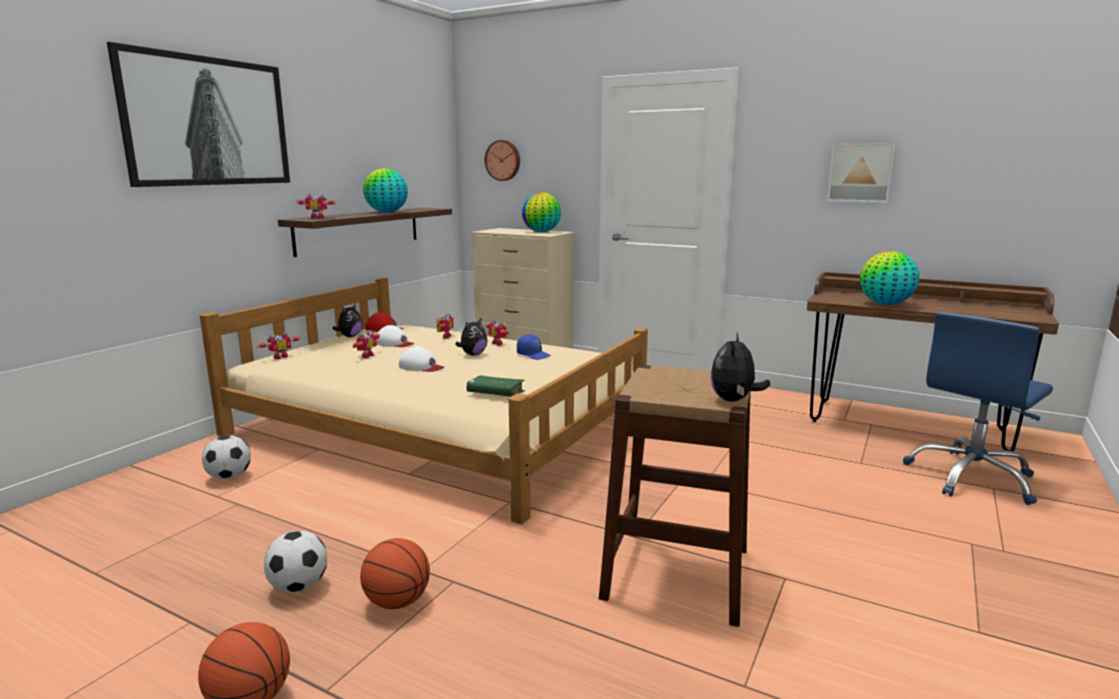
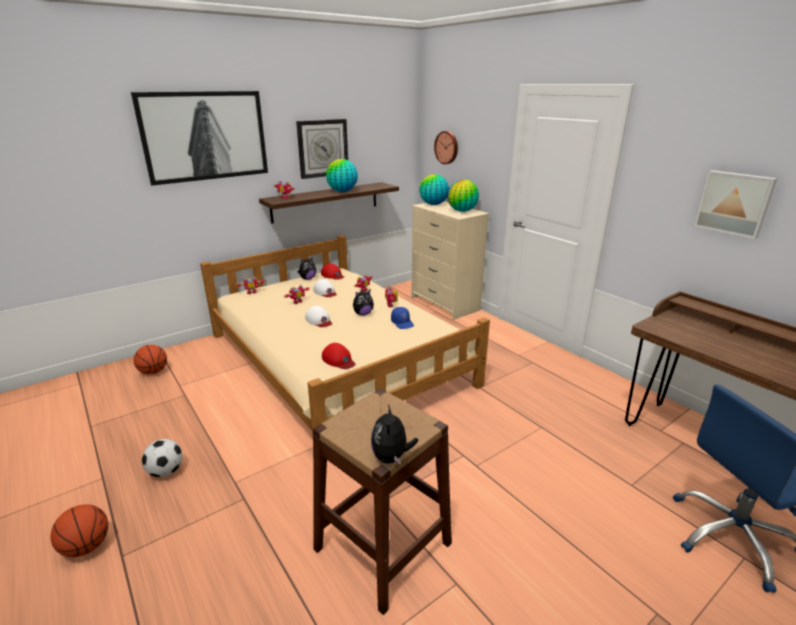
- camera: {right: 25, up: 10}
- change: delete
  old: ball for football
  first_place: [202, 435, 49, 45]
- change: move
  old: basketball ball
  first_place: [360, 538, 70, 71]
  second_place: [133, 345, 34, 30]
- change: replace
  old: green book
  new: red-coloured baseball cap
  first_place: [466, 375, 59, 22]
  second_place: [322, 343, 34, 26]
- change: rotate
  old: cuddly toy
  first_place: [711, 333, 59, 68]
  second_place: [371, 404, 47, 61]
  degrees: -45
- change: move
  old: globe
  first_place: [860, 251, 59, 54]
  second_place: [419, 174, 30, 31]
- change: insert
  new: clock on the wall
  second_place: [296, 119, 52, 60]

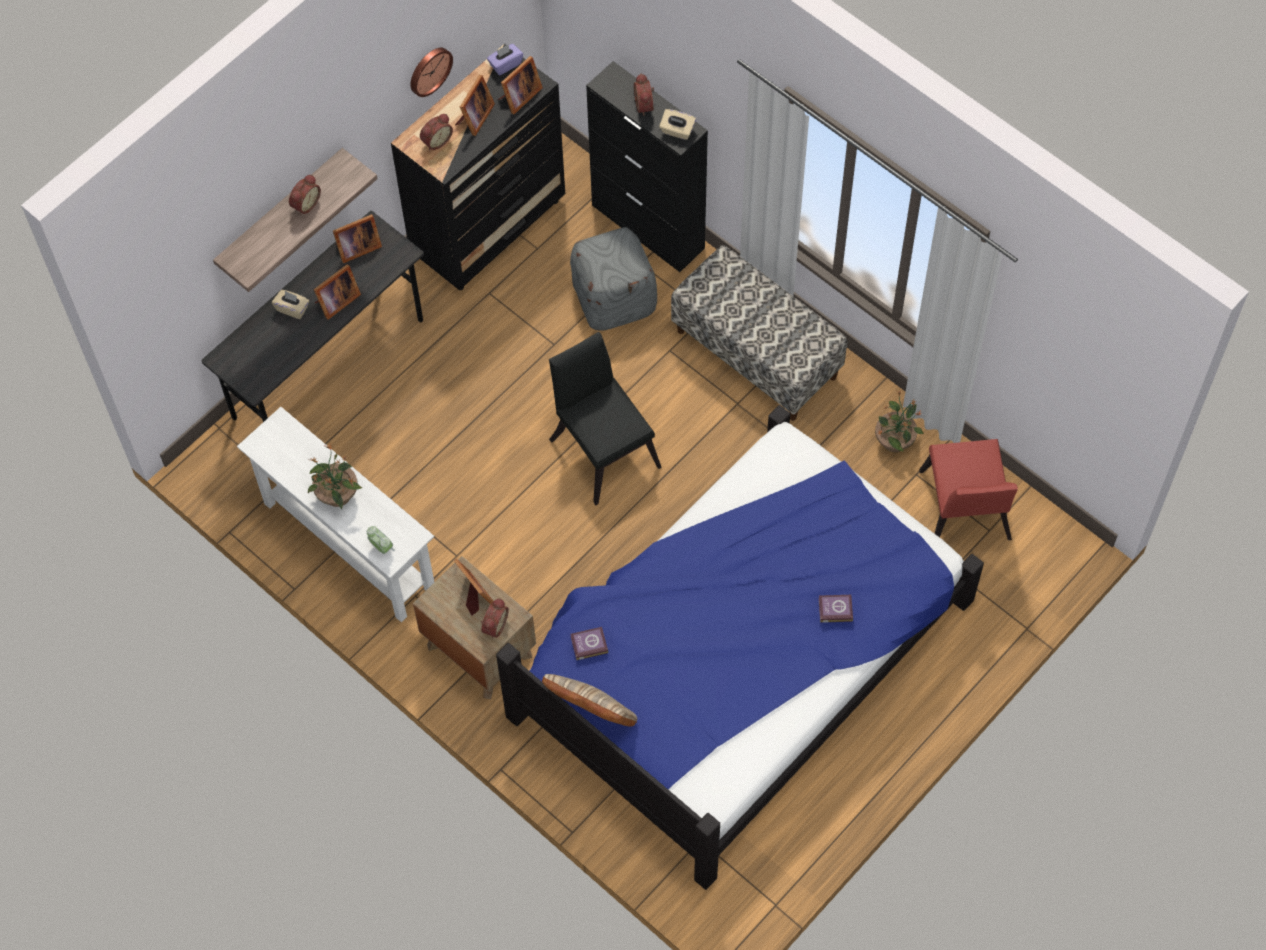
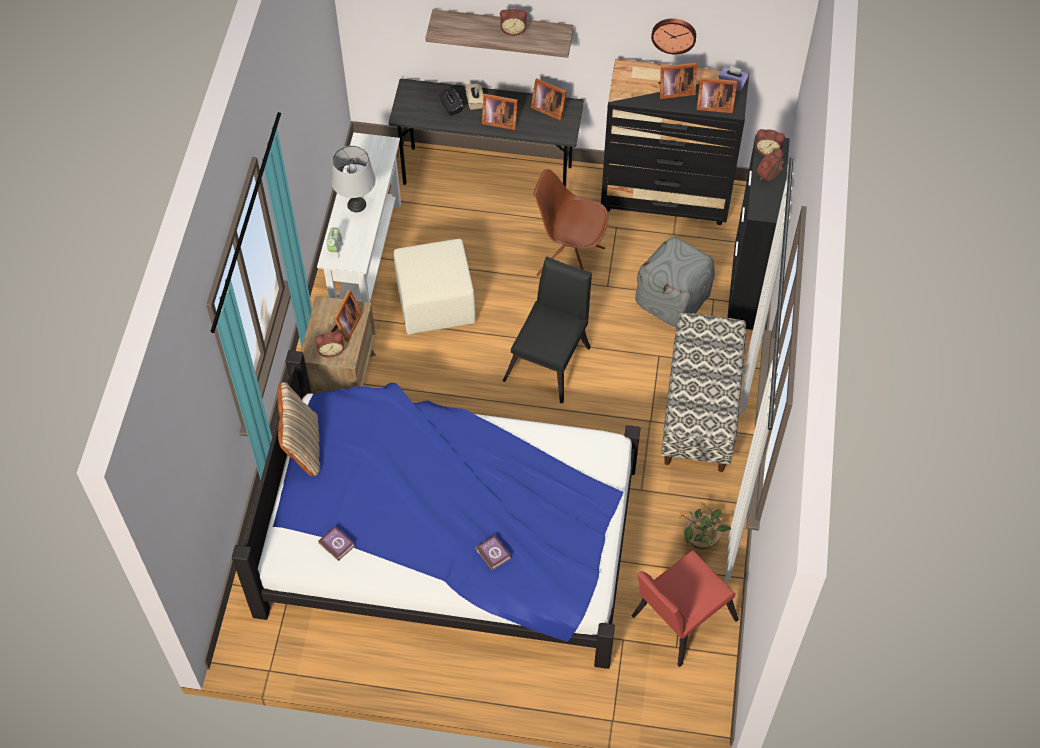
- camera: {right: 55, up: -5}
- change: replace
  old: houseplant
  new: gray table lamp
  first_place: [308, 444, 54, 65]
  second_place: [331, 146, 45, 66]
- change: move
  old: alarm clock
  first_place: [420, 114, 33, 36]
  second_place: [755, 129, 30, 27]
- change: move
  old: book
  first_place: [570, 627, 38, 33]
  second_place: [318, 526, 37, 35]
- change: delete
  old: beige-coloured box of tissues
  first_place: [659, 109, 37, 31]
- change: insert
  new: beige-coloured footrest
  second_place: [394, 239, 82, 96]
- change: insert
  new: black-coloured box of tissues
  second_place: [439, 88, 24, 28]
- change: insert
  new: brown plain chair
  second_place: [534, 169, 74, 107]

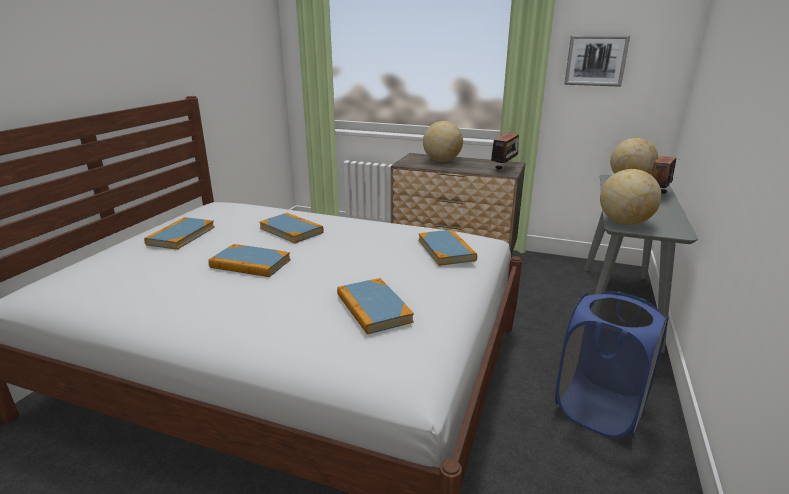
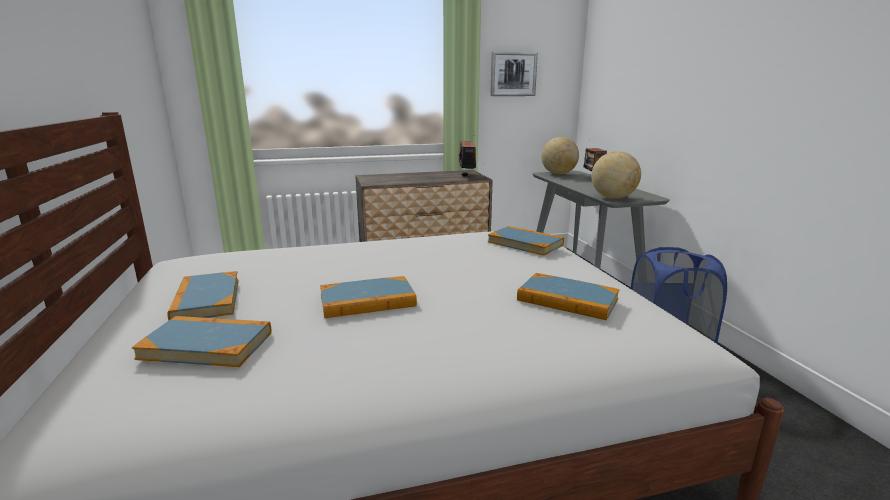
- camera: {right: -35, up: -5}
- change: move
  old: book
  first_place: [259, 213, 65, 30]
  second_place: [132, 316, 140, 51]
- change: delete
  old: globe
  first_place: [423, 121, 40, 41]

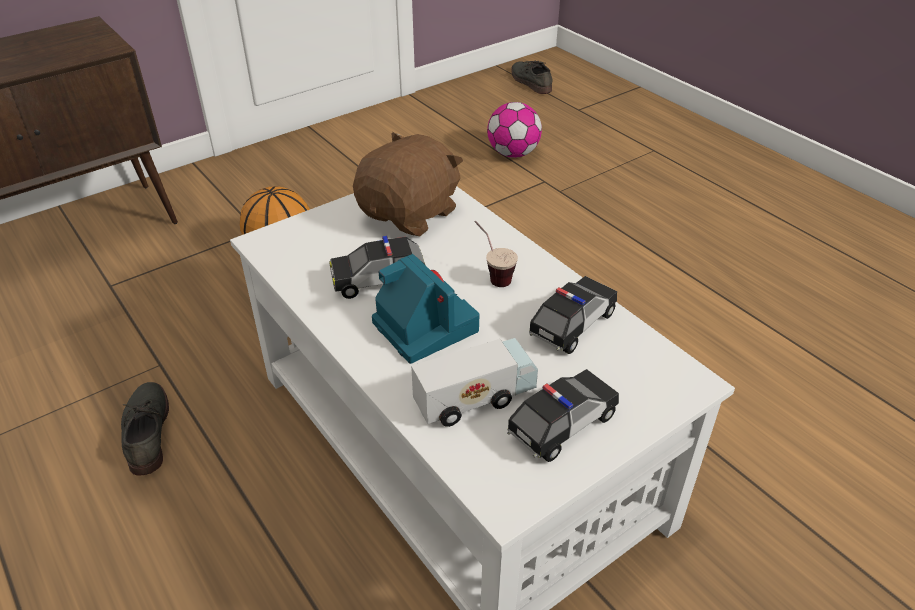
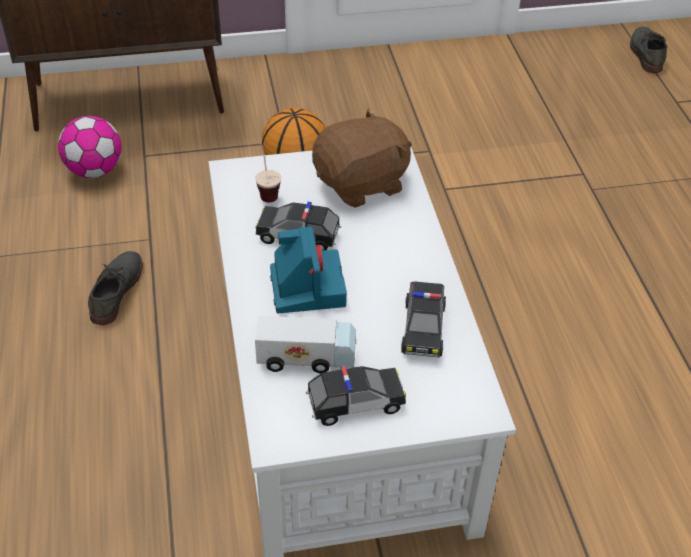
- camera: {right: 25, up: 5}
- change: move
  old: drinking cup
  first_place: [475, 221, 43, 66]
  second_place: [255, 143, 26, 59]
- change: move
  old: ball for football
  first_place: [487, 102, 55, 56]
  second_place: [58, 116, 64, 62]
- change: rotate
  old: miniature car
  first_place: [529, 276, 88, 78]
  second_place: [401, 281, 45, 76]
  degrees: 120

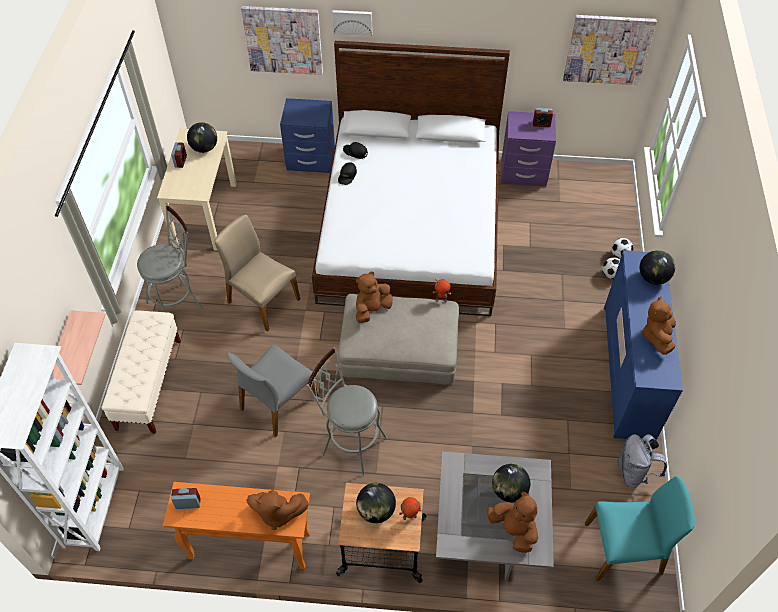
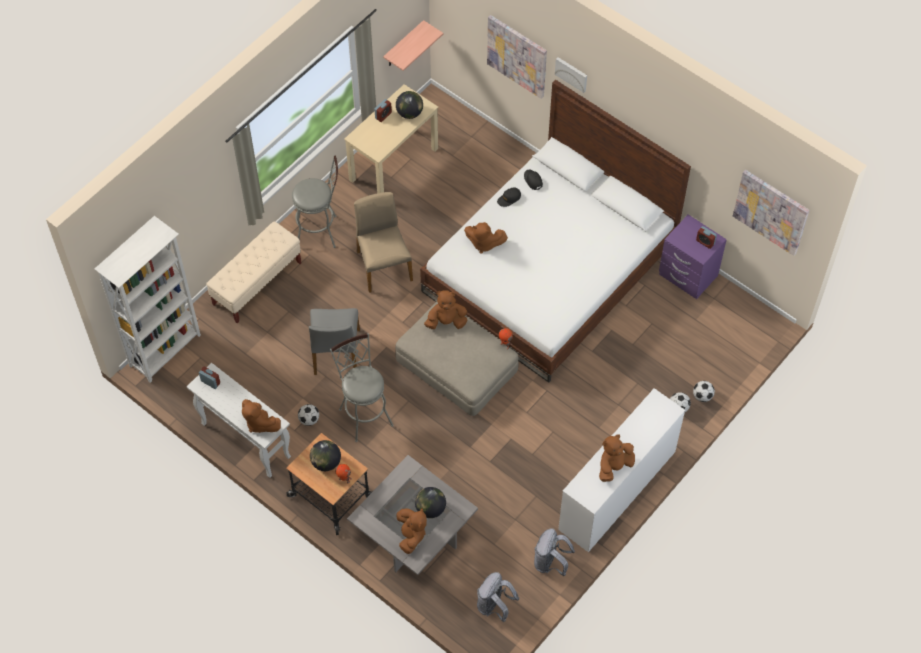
- camera: {right: 35, up: 5}
- change: move
  old: wall shelf
  first_place: [54, 310, 52, 75]
  second_place: [383, 20, 60, 51]
- change: recolor
  old: orange-coloured narrow table
  new: white-coloured narrow table
  first_place: [163, 482, 147, 87]
  second_place: [187, 363, 104, 115]
- change: rotate
  old: gray plain chair
  first_place: [227, 344, 91, 93]
  second_place: [309, 308, 51, 67]
  degrees: -75
- change: delete
  old: blue-coloured bedside table
  first_place: [280, 98, 55, 75]
- change: replace
  old: turquoise plain chair
  new: gray knapsack
  first_place: [585, 476, 110, 105]
  second_place: [477, 572, 42, 50]
- change: recolor
  old: blue-coloured drawer chest
  new: white-coloured drawer chest
  first_place: [604, 250, 79, 191]
  second_place: [558, 388, 127, 164]
- change: delete
  old: globe
  first_place: [640, 250, 35, 35]
- change: insert
  new: ball for football
  second_place: [298, 404, 21, 22]
- change: insert
  new: brown cuddly toy
  second_place: [464, 222, 44, 32]

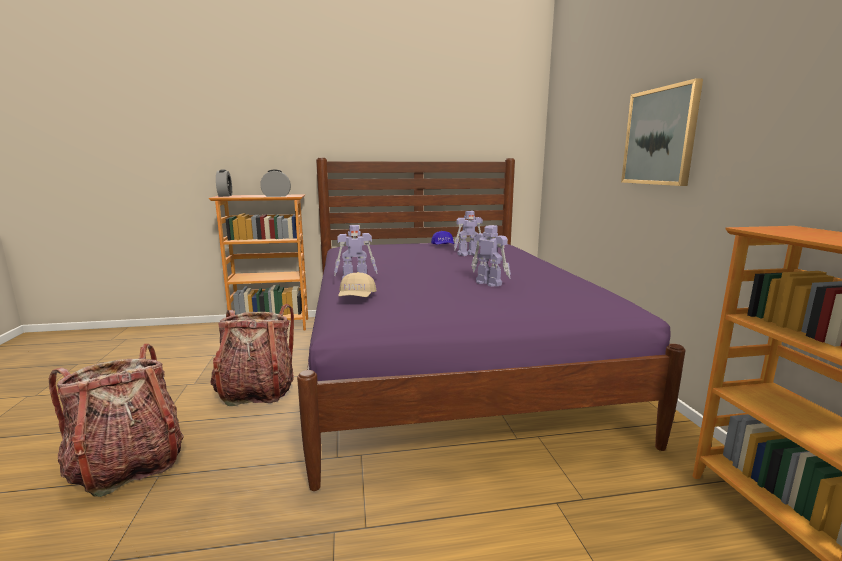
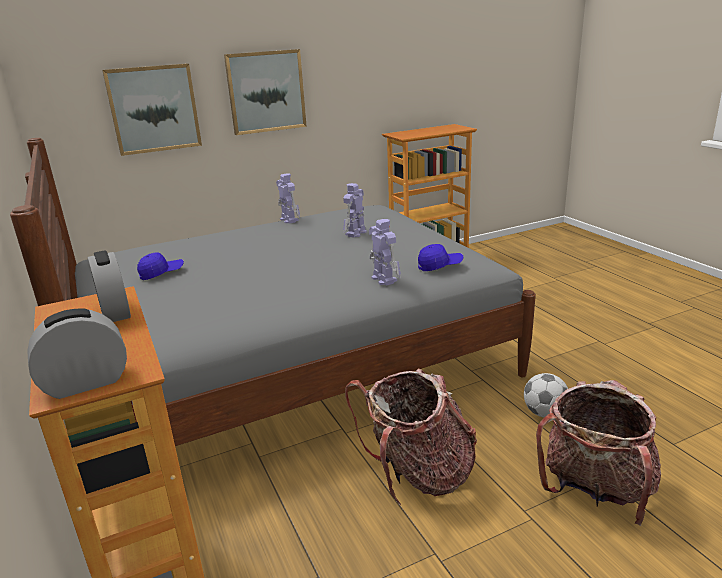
- camera: {right: -105, up: 10}
- change: recolor
  old: purple bedroom bed
  new: gray bedroom bed
  first_place: [297, 158, 389, 333]
  second_place: [10, 138, 526, 308]
- change: recolor
  old: beige-coloured baseball cap
  new: blue-coloured baseball cap
  first_place: [338, 272, 38, 25]
  second_place: [418, 244, 45, 27]
- change: move
  old: robot figure
  first_place: [454, 211, 29, 45]
  second_place: [276, 174, 24, 49]
- change: insert
  new: picture
  second_place: [102, 63, 100, 93]
- change: insert
  new: ball for football
  second_place: [524, 373, 44, 45]

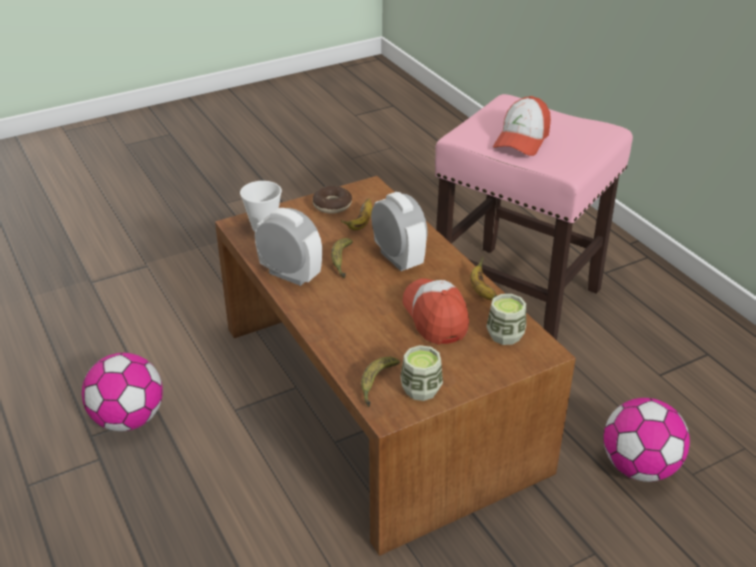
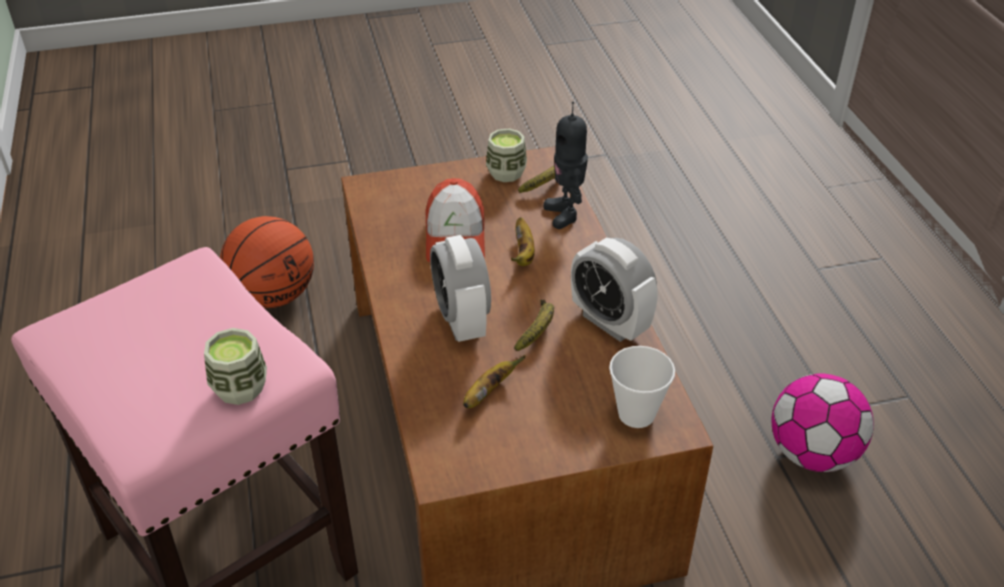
- camera: {right: -165, up: 5}
- change: delete
  old: donut
  first_place: [313, 186, 39, 28]
- change: move
  old: whole banana
  first_place: [470, 256, 28, 44]
  second_place: [511, 217, 24, 49]
- change: move
  old: drinking cup
  first_place: [486, 294, 40, 51]
  second_place: [204, 328, 63, 77]
- change: delete
  old: baseball cap
  first_place: [493, 96, 58, 60]
- change: replace
  old: ball for football
  new: basketball ball
  first_place: [604, 398, 86, 84]
  second_place: [220, 216, 94, 92]
- change: insert
  new: robot figure
  second_place: [543, 102, 45, 127]

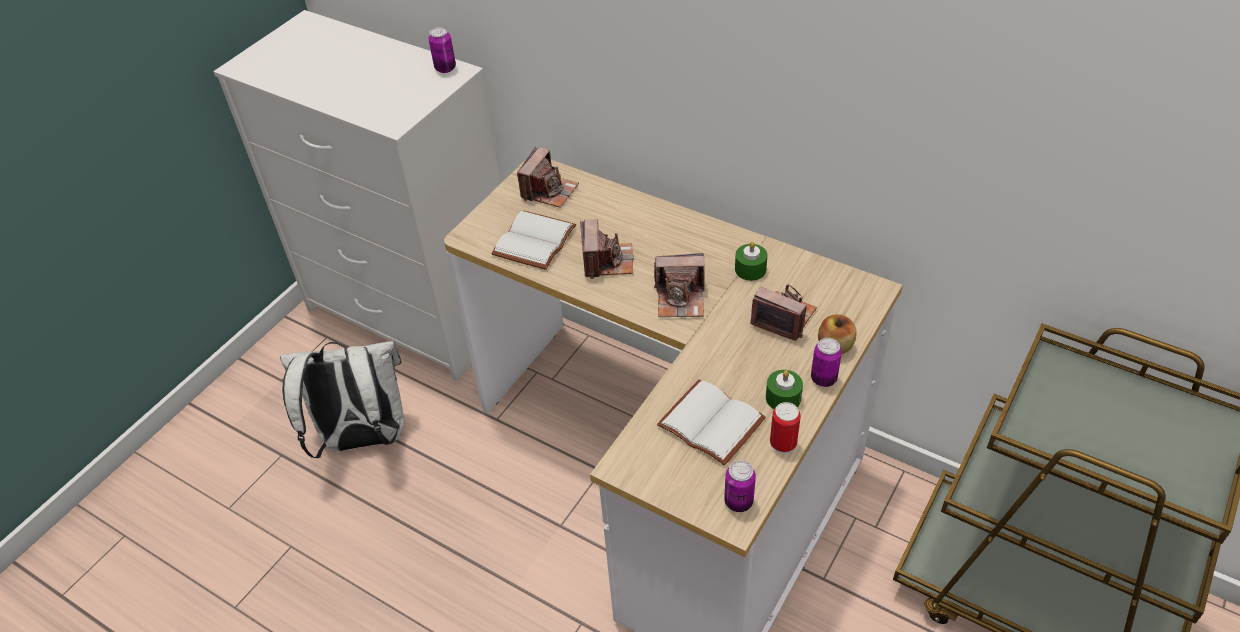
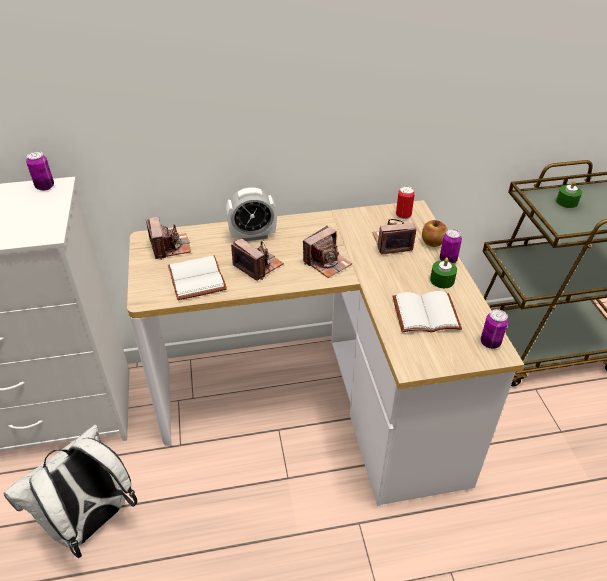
- camera: {right: -45, up: -5}
- change: move
  old: green wax candle
  first_place: [735, 241, 33, 40]
  second_place: [556, 181, 26, 27]
- change: move
  old: metal can
  first_place: [770, 402, 31, 52]
  second_place: [396, 186, 19, 34]
- change: insert
  new: alarm clock
  second_place: [226, 187, 51, 54]

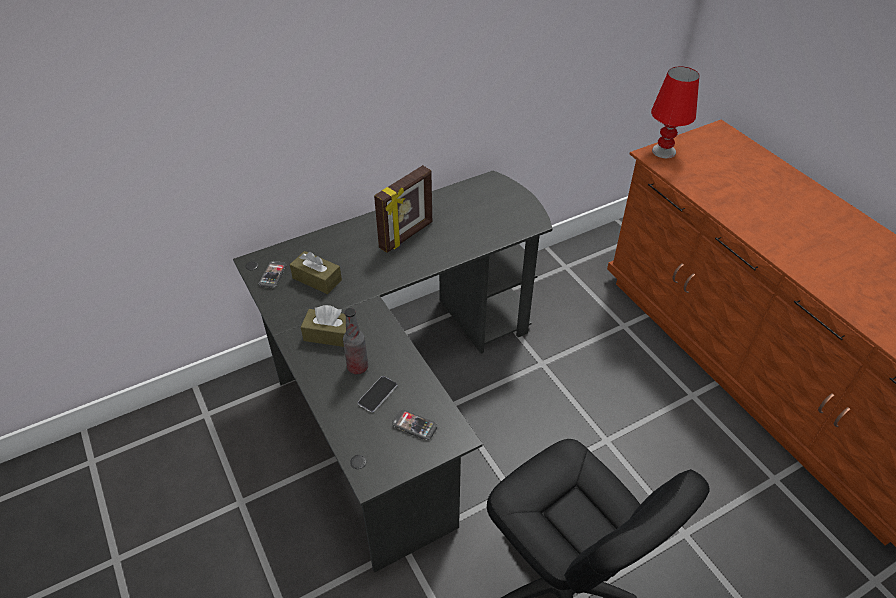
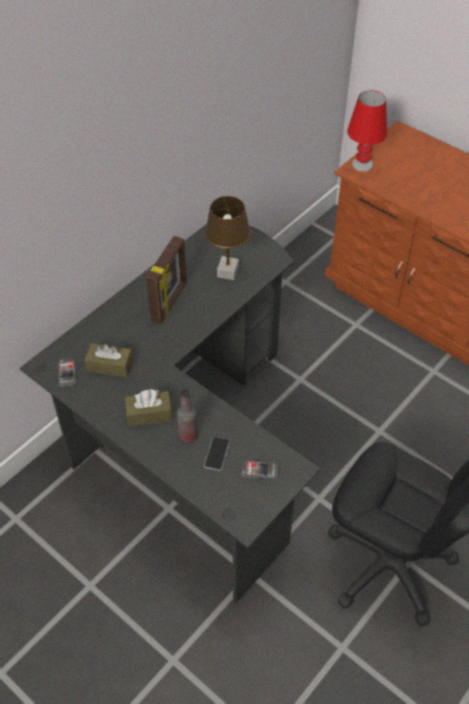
- camera: {right: -20, up: 5}
- change: insert
  new: brown table lamp
  second_place: [205, 196, 46, 84]

